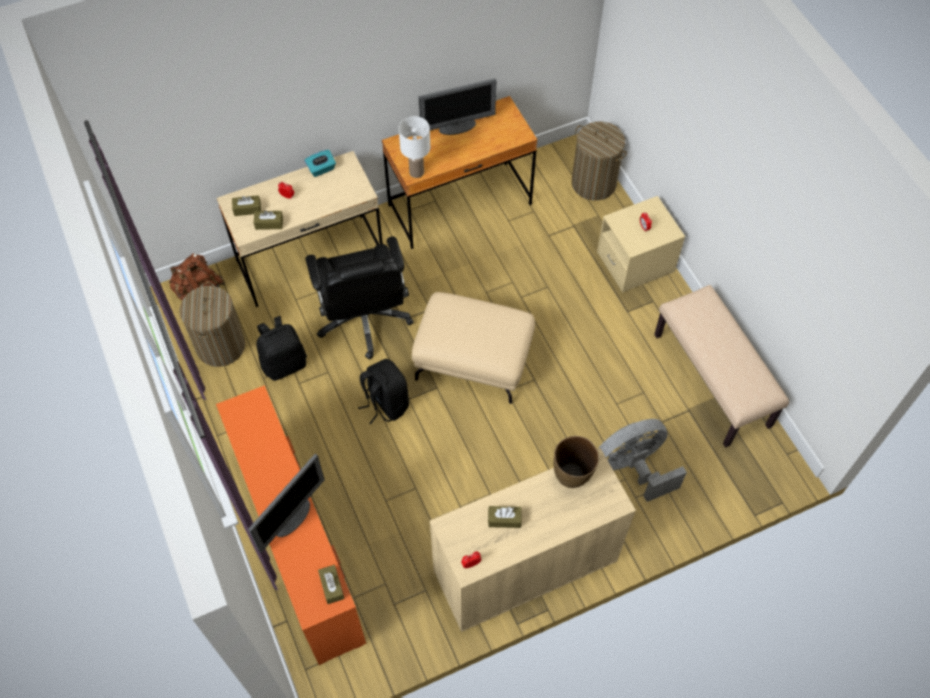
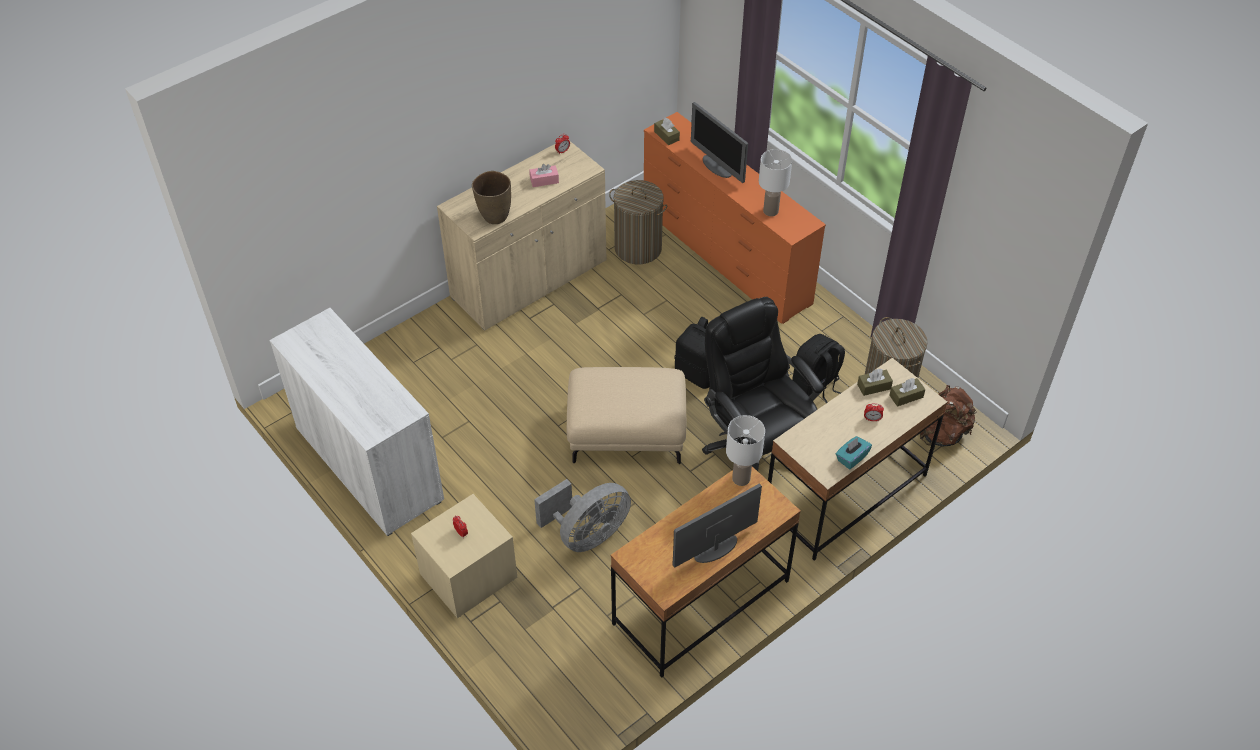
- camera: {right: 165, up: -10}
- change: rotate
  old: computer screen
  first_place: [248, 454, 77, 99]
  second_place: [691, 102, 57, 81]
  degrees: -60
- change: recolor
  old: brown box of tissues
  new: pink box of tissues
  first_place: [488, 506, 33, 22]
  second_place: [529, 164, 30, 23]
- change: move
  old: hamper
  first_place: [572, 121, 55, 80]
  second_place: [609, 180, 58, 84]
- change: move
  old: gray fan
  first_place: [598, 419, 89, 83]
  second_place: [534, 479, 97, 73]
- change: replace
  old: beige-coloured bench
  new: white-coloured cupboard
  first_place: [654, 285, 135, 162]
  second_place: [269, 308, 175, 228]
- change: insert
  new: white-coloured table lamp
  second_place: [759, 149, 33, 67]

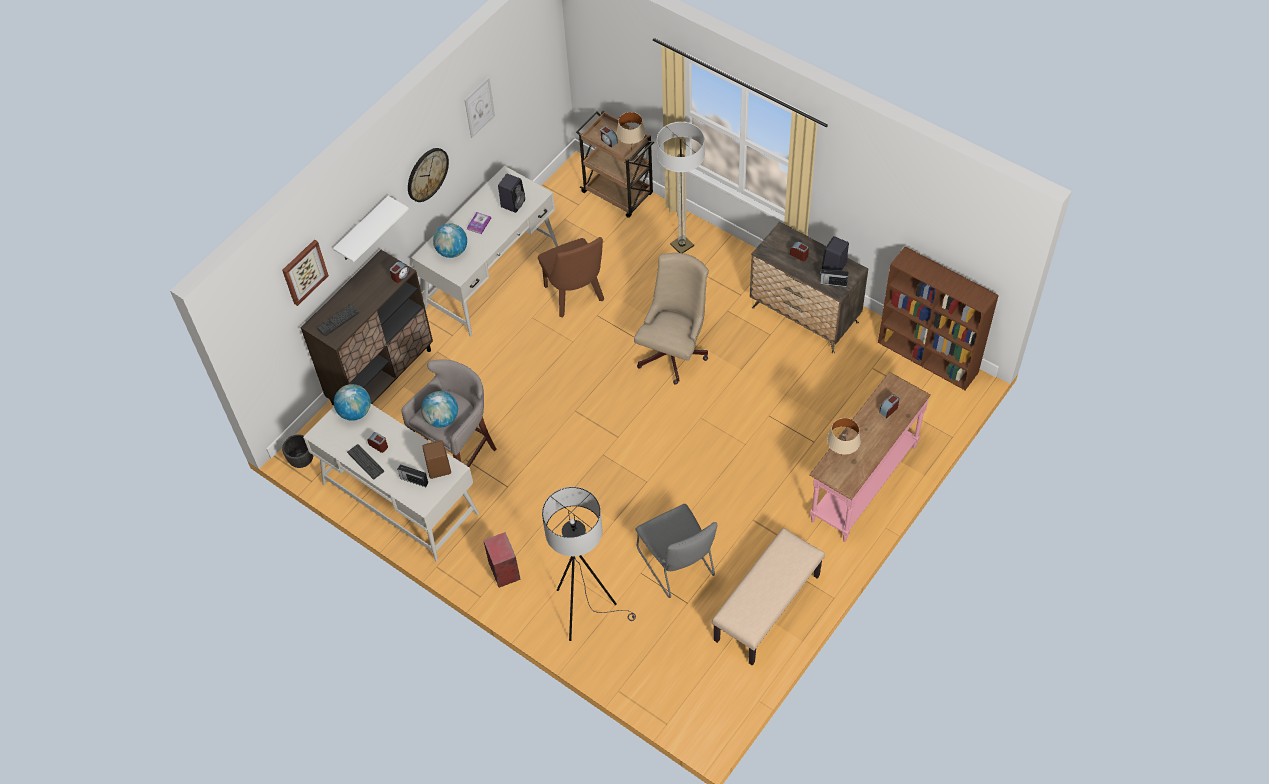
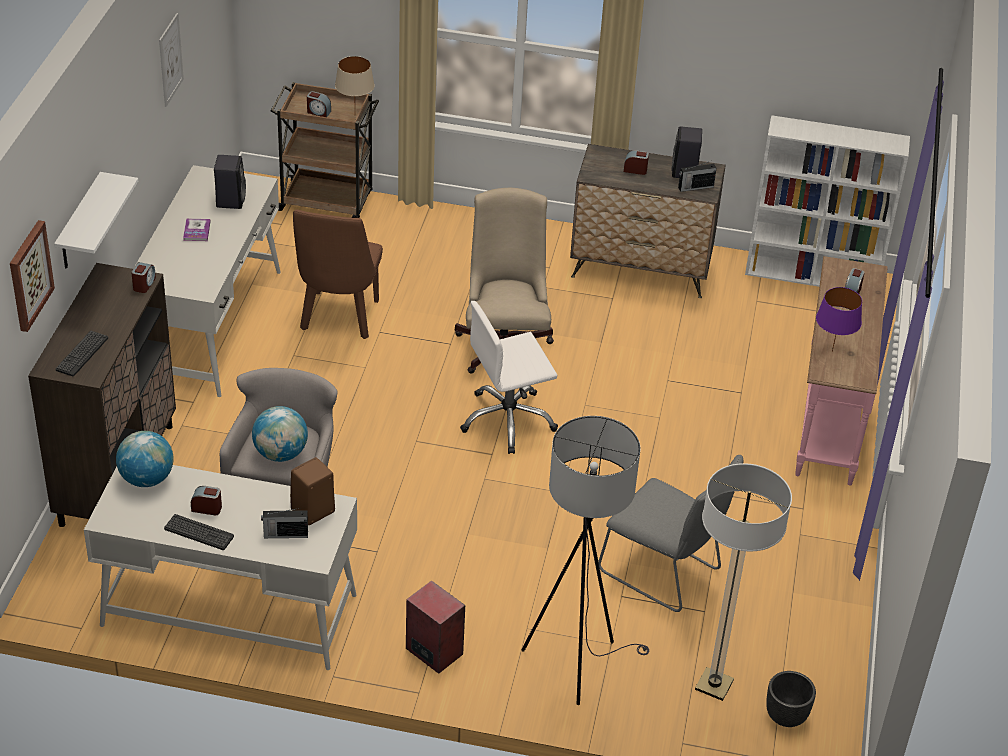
- camera: {right: -30, up: -15}
- change: move
  old: black-coloured plant pot
  first_place: [282, 434, 31, 34]
  second_place: [766, 671, 50, 56]
- change: delete
  old: clock on the wall
  first_place: [408, 148, 41, 54]
- change: delete
  old: globe
  first_place: [433, 223, 34, 35]
- change: rotate
  old: brown plain chair
  first_place: [538, 237, 66, 80]
  second_place: [293, 209, 90, 130]
  degrees: 60
- change: move
  old: standard lamp
  first_place: [657, 122, 48, 131]
  second_place: [695, 463, 97, 238]
- change: delete
  old: beige-coloured bench
  first_place: [712, 528, 113, 138]
- change: recolor
  old: beige-coloured table lamp
  new: purple table lamp
  first_place: [827, 418, 34, 38]
  second_place: [816, 287, 46, 65]
- change: recolor
  old: brown bookshelf
  new: white-coloured bookshelf
  first_place: [878, 246, 121, 144]
  second_place: [745, 115, 165, 172]
- change: insert
  new: white-coloured computer chair
  second_place: [460, 301, 98, 153]

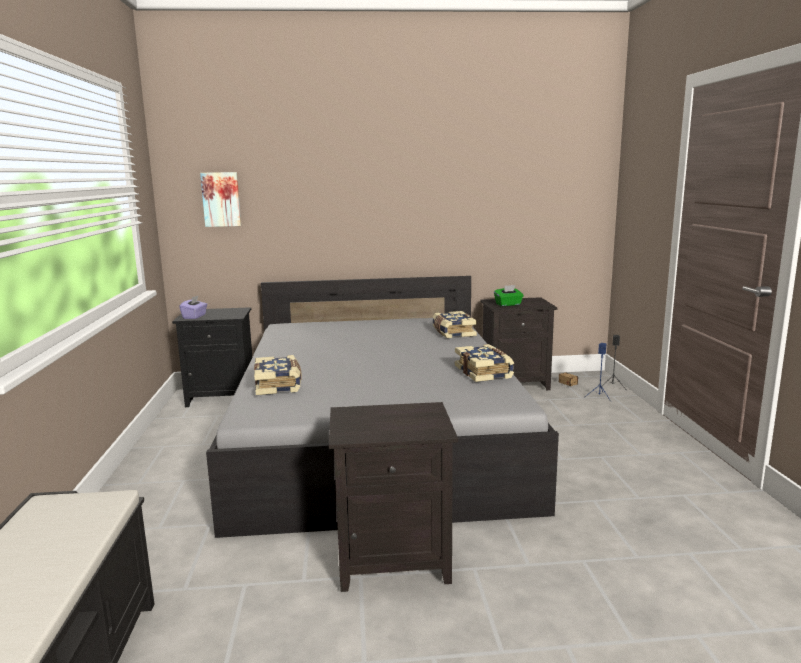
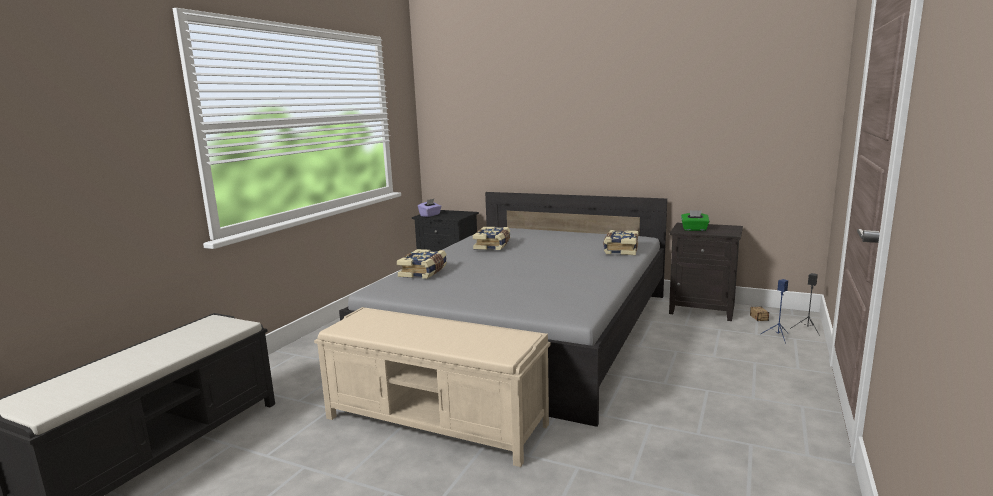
- camera: {right: 30, up: 0}
- change: delete
  old: picture
  first_place: [200, 172, 41, 55]
- change: replace
  old: black-coloured bedside table
  new: beige-coloured bench
  first_place: [329, 402, 129, 190]
  second_place: [314, 307, 237, 160]
- change: move
  old: book
  first_place: [455, 344, 59, 38]
  second_place: [473, 227, 37, 23]

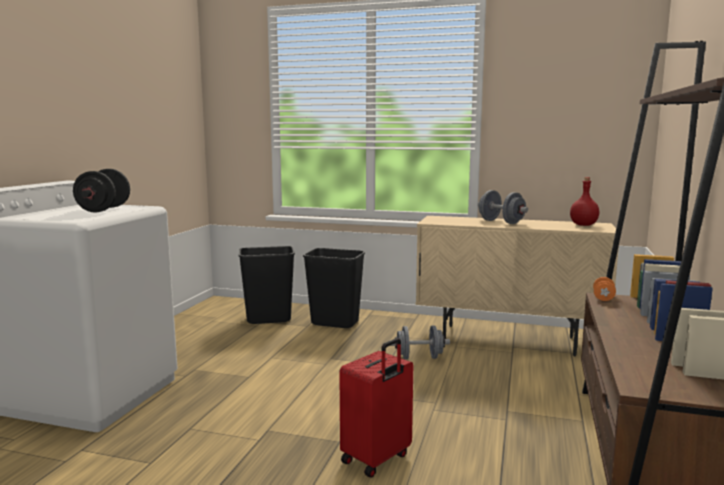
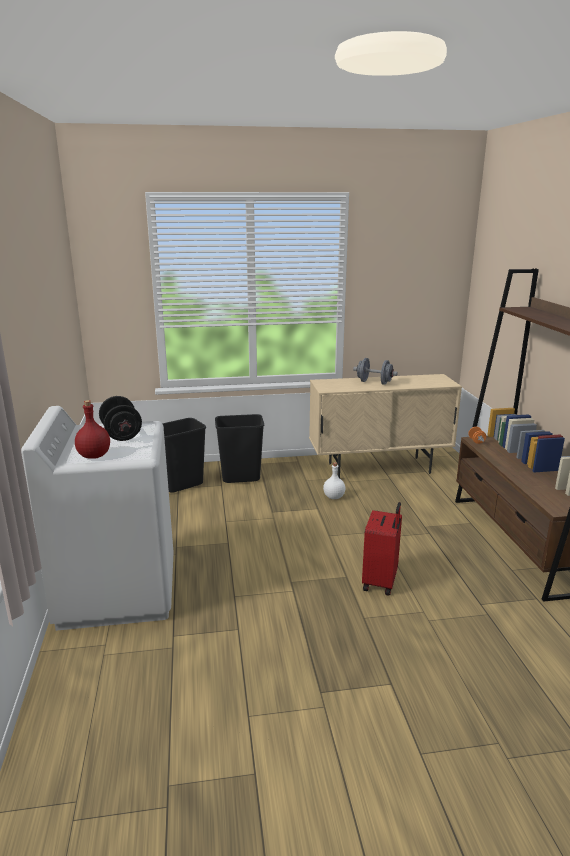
- camera: {right: -25, up: 10}
- change: replace
  old: gray dumbbell
  new: white-coloured bottle
  first_place: [389, 325, 61, 34]
  second_place: [323, 462, 22, 37]
- change: move
  old: red-coloured bottle
  first_place: [570, 177, 29, 49]
  second_place: [75, 400, 35, 59]

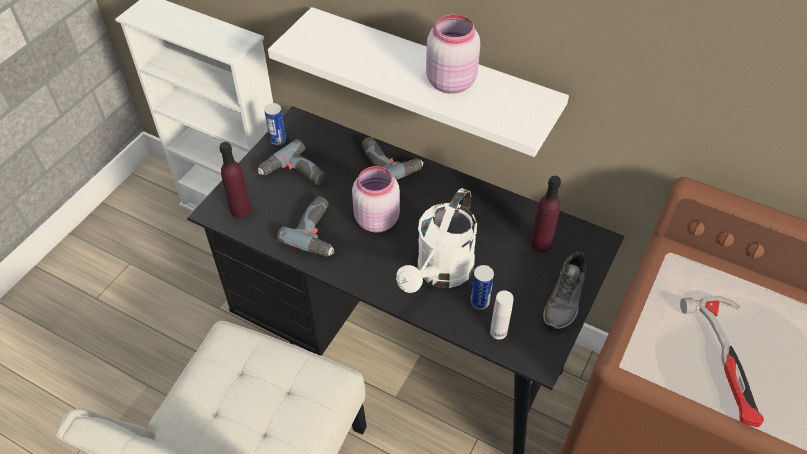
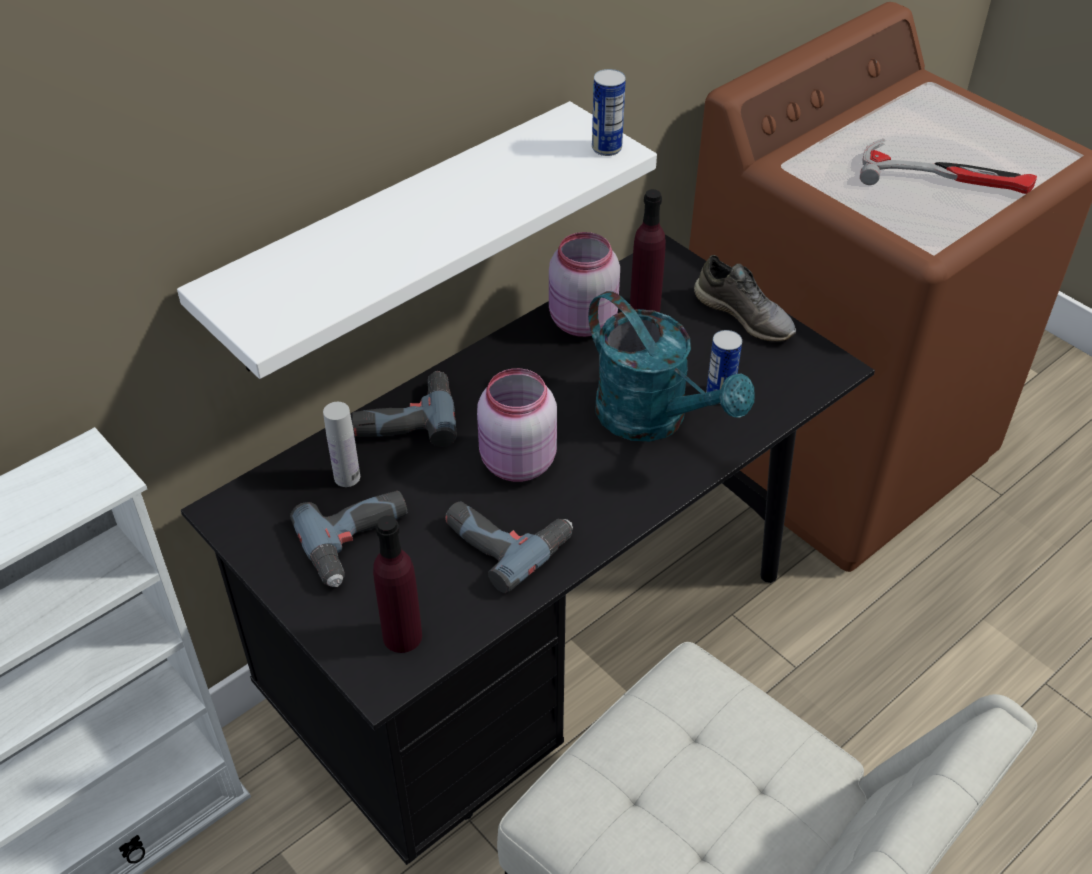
- camera: {right: -70, up: -5}
- change: move
  old: metal can
  first_place: [264, 103, 22, 42]
  second_place: [592, 69, 34, 87]
- change: recolor
  old: white-coloured sprinkling can
  new: turquoise sprinkling can
  first_place: [396, 188, 81, 105]
  second_place: [588, 291, 167, 151]
- change: move
  old: pink storage jar
  first_place: [426, 14, 54, 80]
  second_place: [549, 232, 71, 105]
- change: move
  old: white-coloured bottle
  first_place: [490, 290, 24, 49]
  second_place: [323, 402, 37, 85]

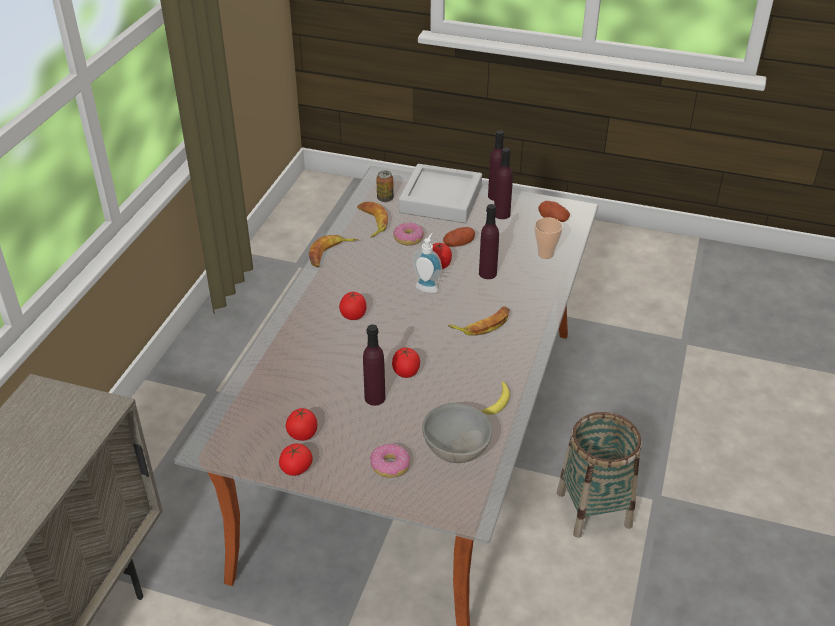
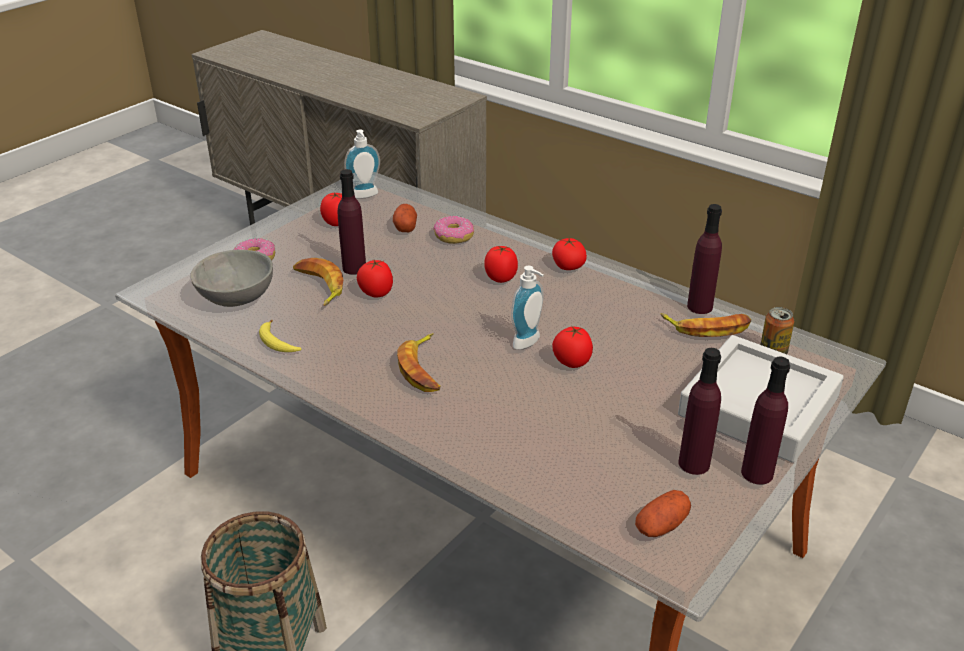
- camera: {right: 110, up: -5}
- change: move
  old: whole tomato
  first_place: [279, 444, 34, 32]
  second_place: [552, 237, 35, 33]
- change: move
  old: whole banana
  first_place: [309, 235, 49, 32]
  second_place: [293, 258, 50, 48]
- change: move
  old: donut
  first_place: [393, 222, 31, 23]
  second_place: [433, 216, 41, 28]
- change: move
  old: whole potato
  first_place: [443, 227, 32, 20]
  second_place: [393, 204, 24, 28]
- change: move
  old: purple bottle
  first_place: [479, 204, 20, 75]
  second_place: [687, 204, 35, 110]
- change: delete
  old: drinking cup
  first_place: [535, 217, 28, 42]
- change: insert
  new: liquid soap bottle
  second_place: [344, 130, 36, 68]

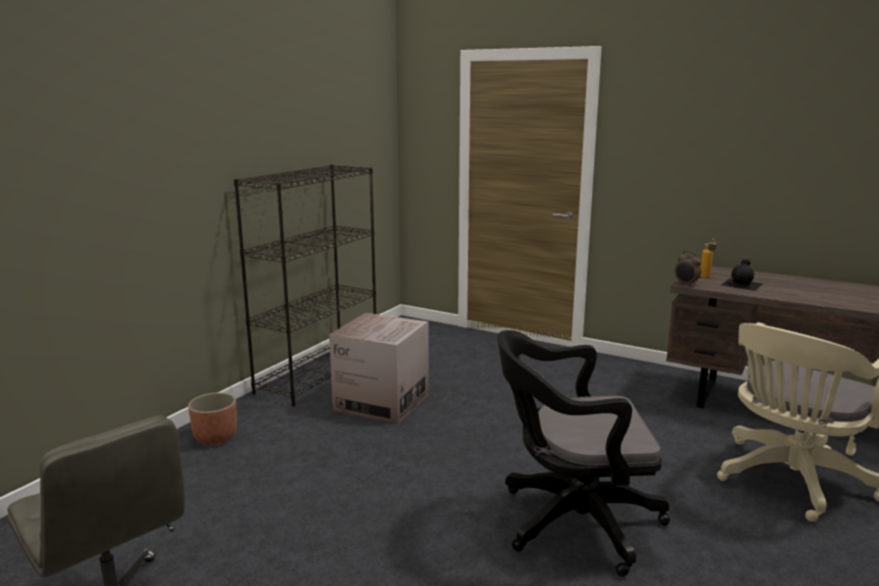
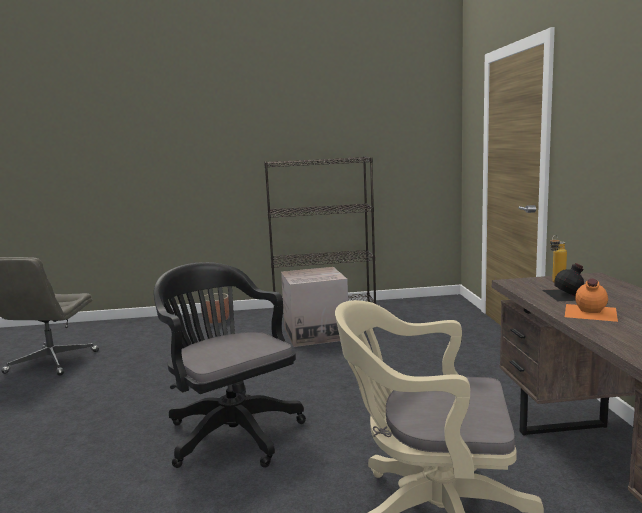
- camera: {right: 55, up: -5}
- change: delete
  old: alarm clock
  first_place: [675, 251, 27, 36]
- change: insert
  new: orange-coloured bottle
  second_place: [565, 279, 53, 43]

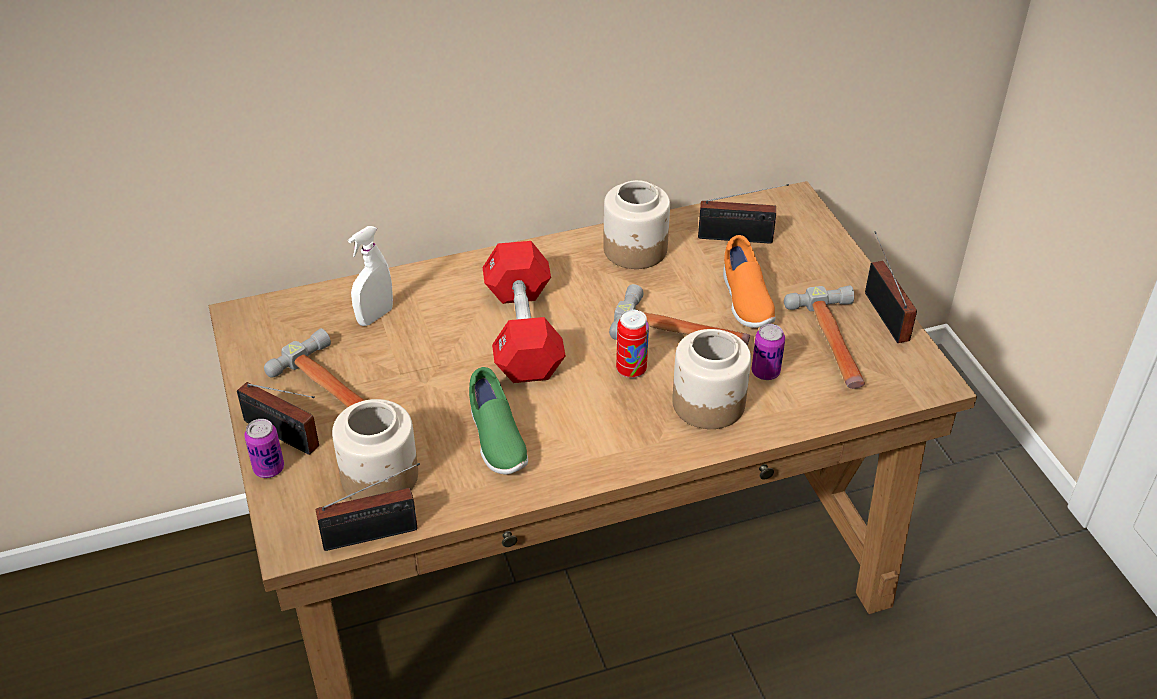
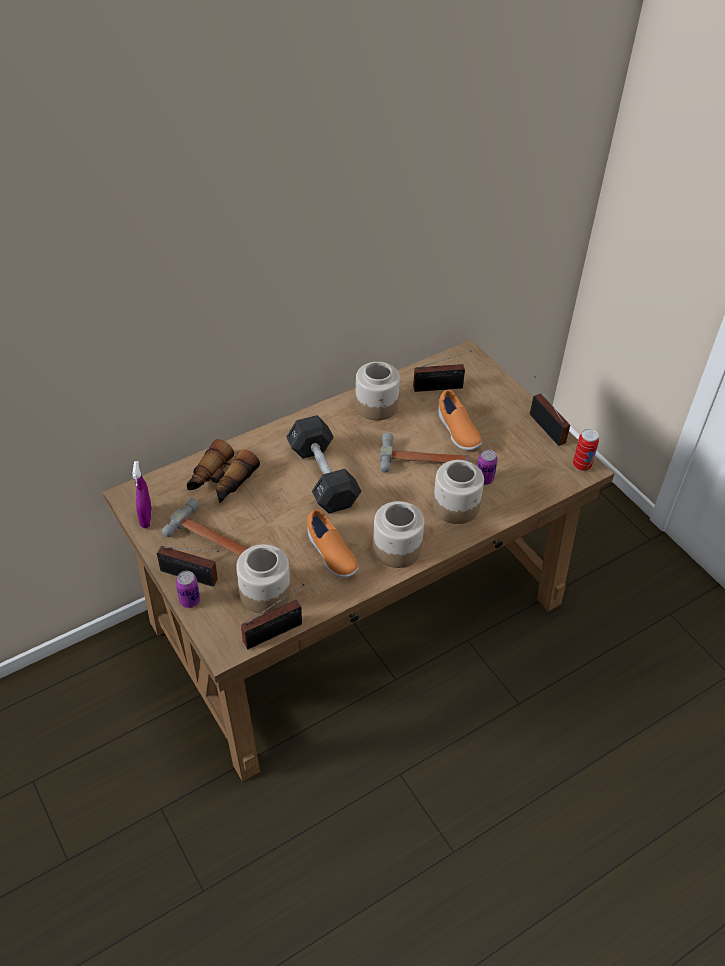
- camera: {right: -15, up: 5}
- change: replace
  old: white-coloured spray bottle
  new: pair of binoculars
  first_place: [348, 226, 45, 100]
  second_place: [186, 439, 74, 64]
- change: recolor
  old: green shoe
  new: orange-coloured shoe
  first_place: [469, 367, 59, 108]
  second_place: [307, 509, 52, 69]
- change: recolor
  old: red-coloured dumbbell
  new: black-coloured dumbbell
  first_place: [482, 241, 84, 142]
  second_place: [286, 415, 76, 98]
- change: move
  old: metal can
  first_place: [616, 310, 33, 68]
  second_place: [573, 429, 26, 42]
- change: delete
  old: hand hammer
  first_place: [784, 285, 81, 104]
- change: insert
  new: purple spray bottle
  second_place: [132, 461, 20, 67]
- change: insert
  new: storage jar
  second_place: [373, 501, 51, 67]

